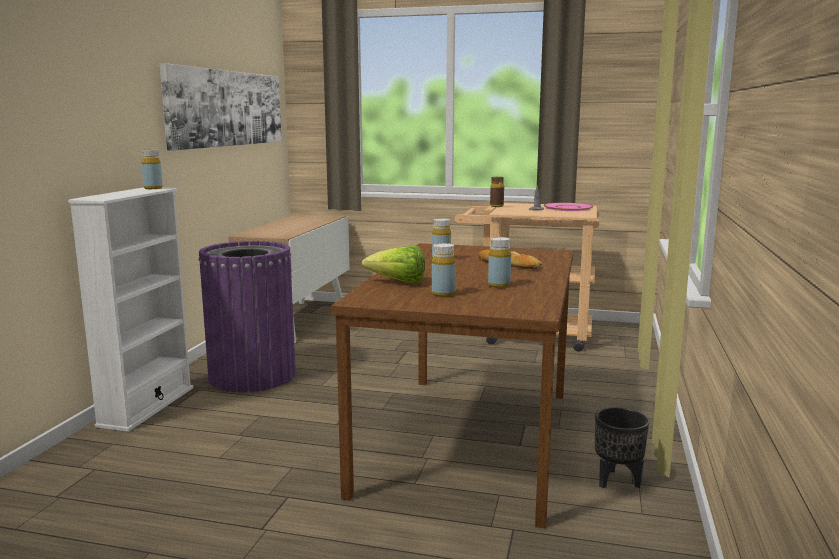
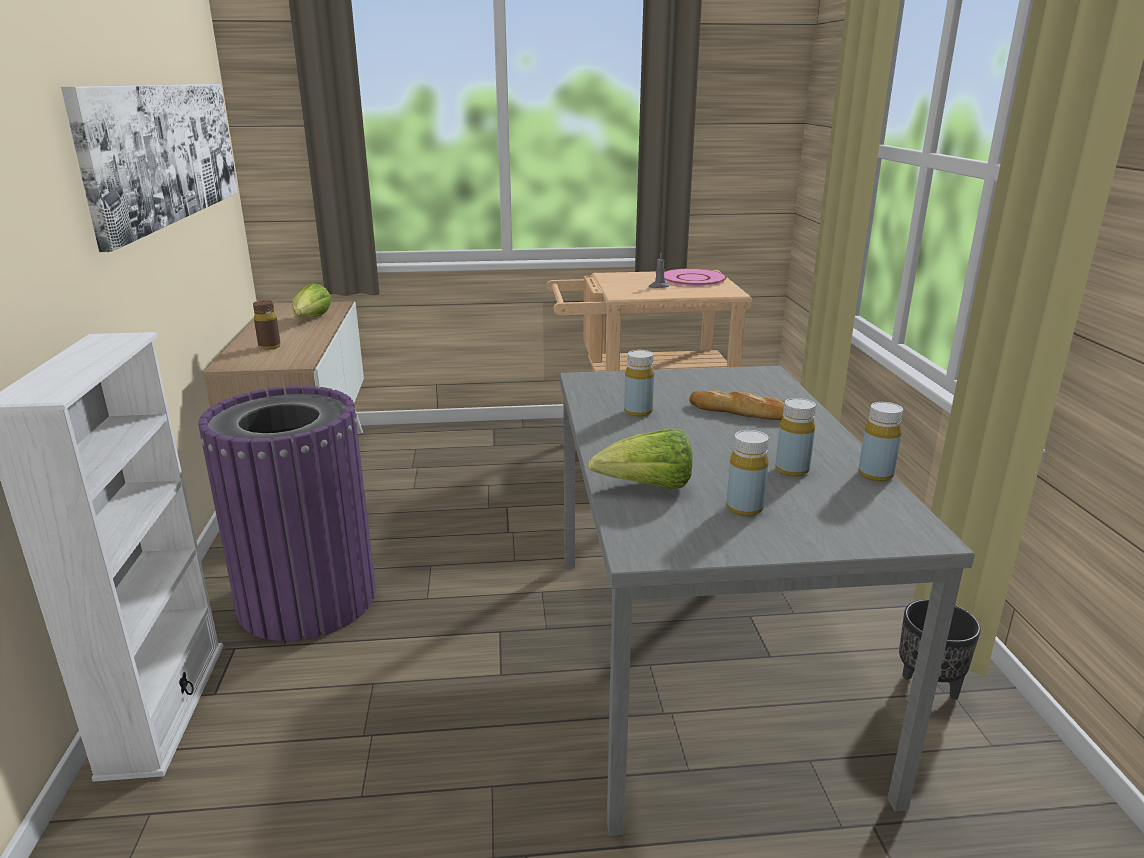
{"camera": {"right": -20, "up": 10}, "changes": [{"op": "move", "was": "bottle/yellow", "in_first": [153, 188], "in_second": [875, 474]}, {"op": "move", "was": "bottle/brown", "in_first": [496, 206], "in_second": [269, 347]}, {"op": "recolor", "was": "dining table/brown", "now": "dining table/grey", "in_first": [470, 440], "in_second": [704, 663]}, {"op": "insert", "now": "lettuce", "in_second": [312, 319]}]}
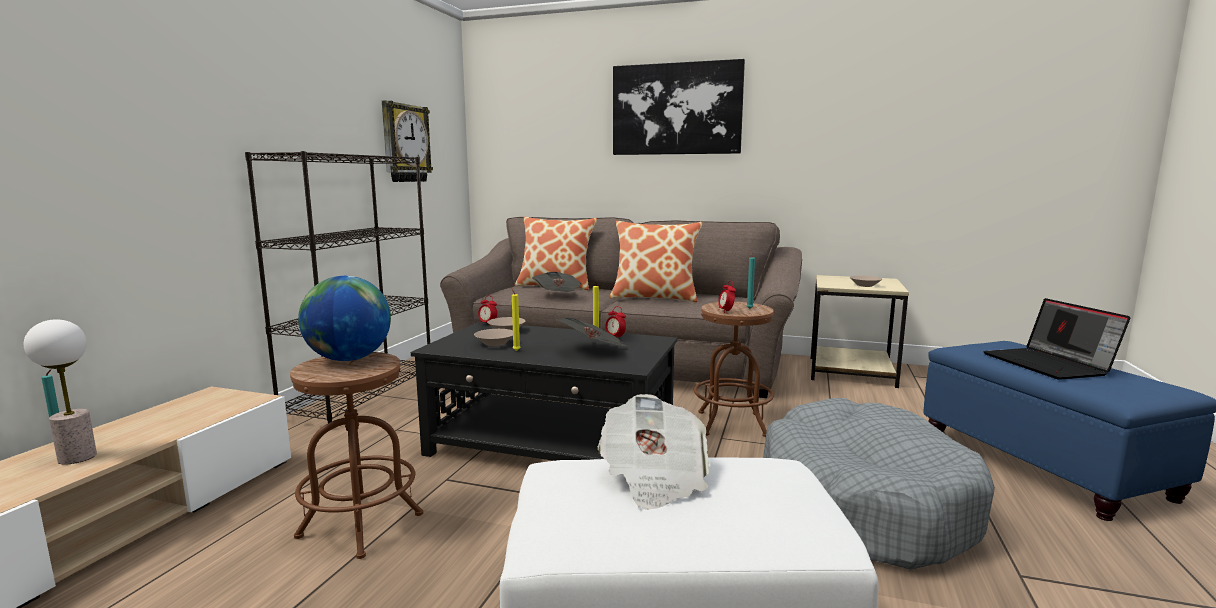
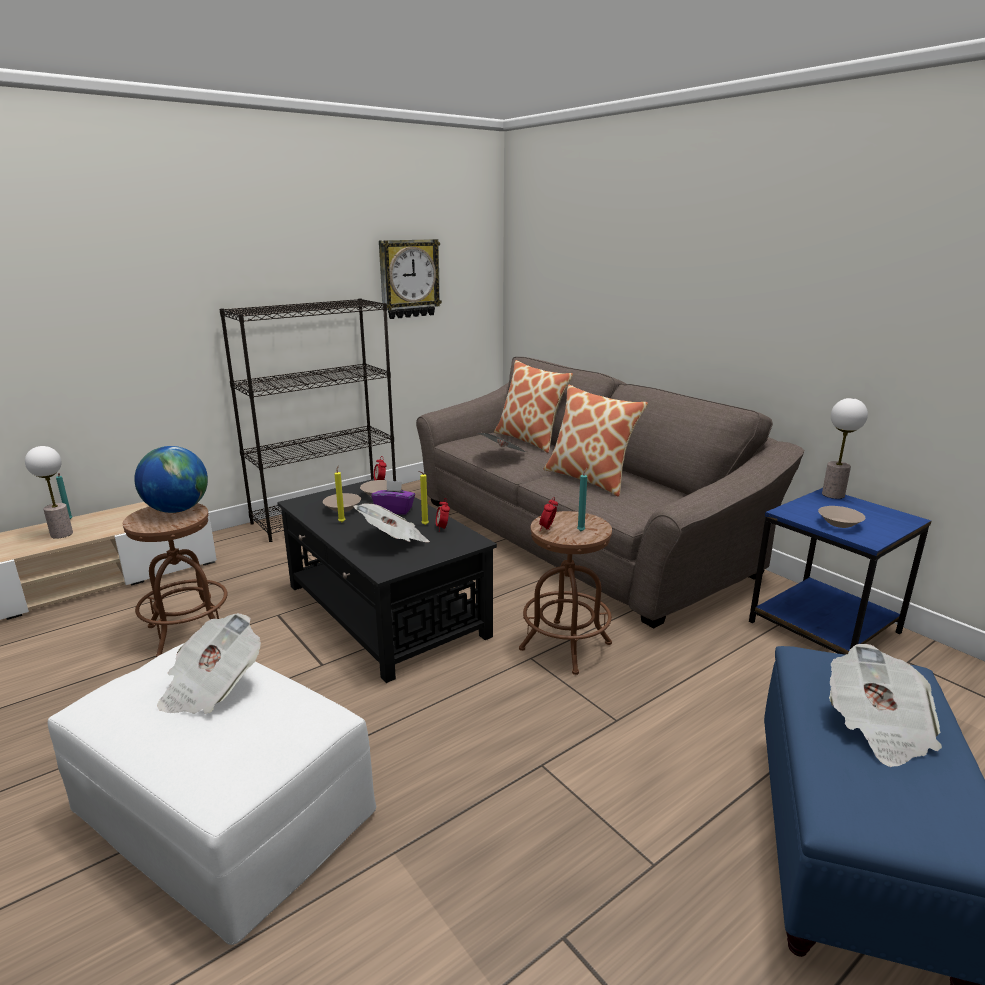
{"camera": {"right": 35, "up": 10}, "changes": [{"op": "delete", "was": "picture", "in_first": [676, 109]}, {"op": "recolor", "was": "side table/beige", "now": "side table/blue", "in_first": [852, 371], "in_second": [826, 627]}, {"op": "replace", "was": "laptop", "now": "newspaper", "in_first": [1050, 365], "in_second": [878, 728]}, {"op": "delete", "was": "dog bed/grey", "in_first": [863, 502]}, {"op": "insert", "now": "table lamp", "in_second": [833, 495]}, {"op": "insert", "now": "tissue box/purple", "in_second": [394, 510]}]}
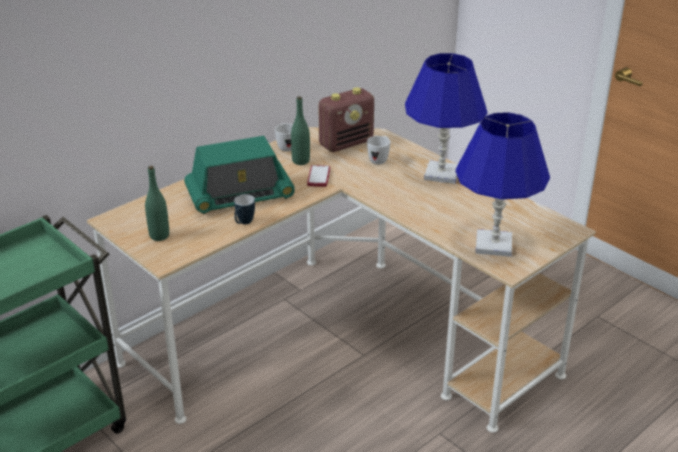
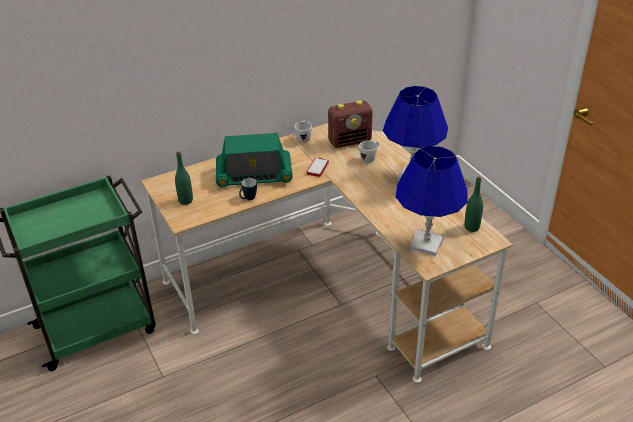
{"camera": {"right": 15, "up": 5}, "changes": [{"op": "move", "was": "bottle/green", "in_first": [301, 161], "in_second": [471, 227]}]}
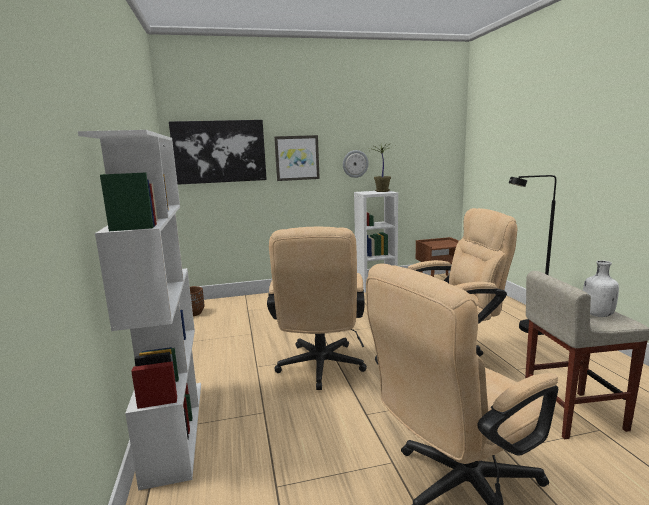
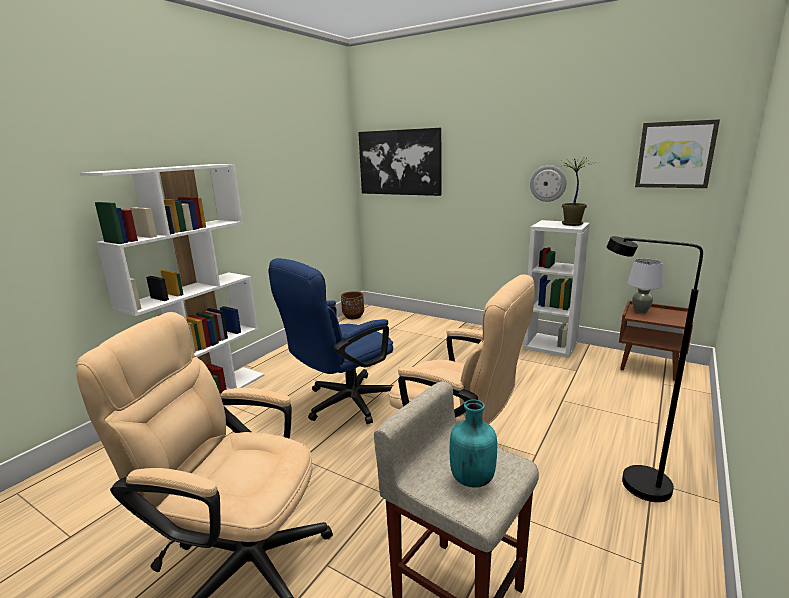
{"camera": {"right": 45, "up": 5}, "changes": [{"op": "move", "was": "picture", "in_first": [297, 158], "in_second": [675, 155]}, {"op": "recolor", "was": "office chair/beige", "now": "office chair/blue", "in_first": [320, 369], "in_second": [343, 404]}, {"op": "recolor", "was": "bottle/white", "now": "bottle/turquoise", "in_first": [596, 315], "in_second": [472, 478]}, {"op": "insert", "now": "table lamp/grey", "in_second": [640, 311]}]}
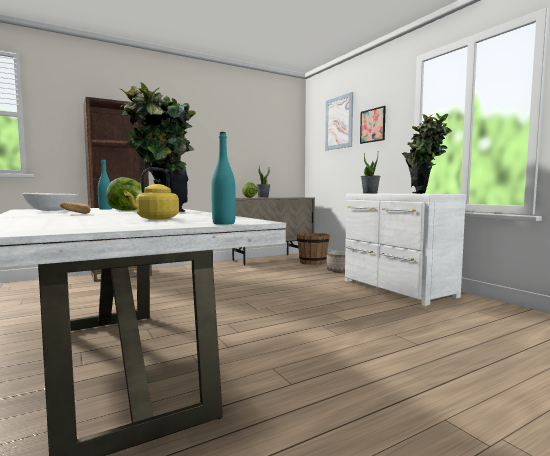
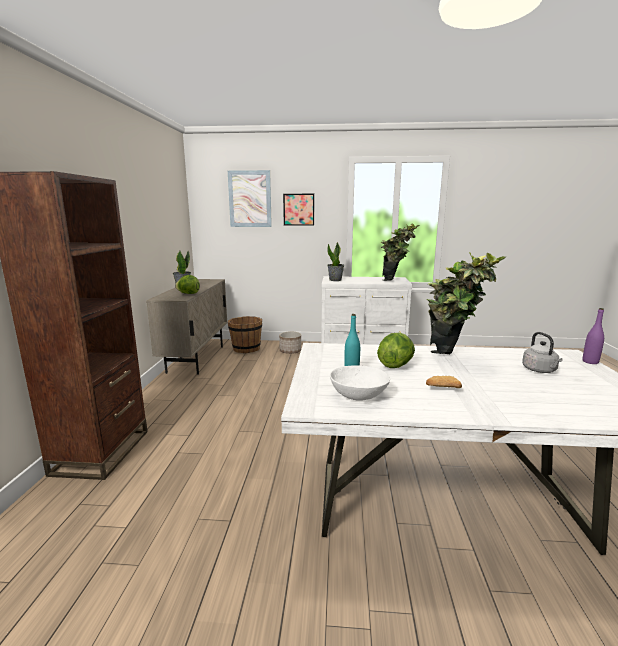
{"camera": {"right": -55, "up": 10}, "changes": [{"op": "recolor", "was": "bottle/turquoise", "now": "bottle/purple", "in_first": [223, 223], "in_second": [590, 362]}, {"op": "recolor", "was": "kettle/yellow", "now": "kettle/grey", "in_first": [155, 219], "in_second": [540, 370]}]}
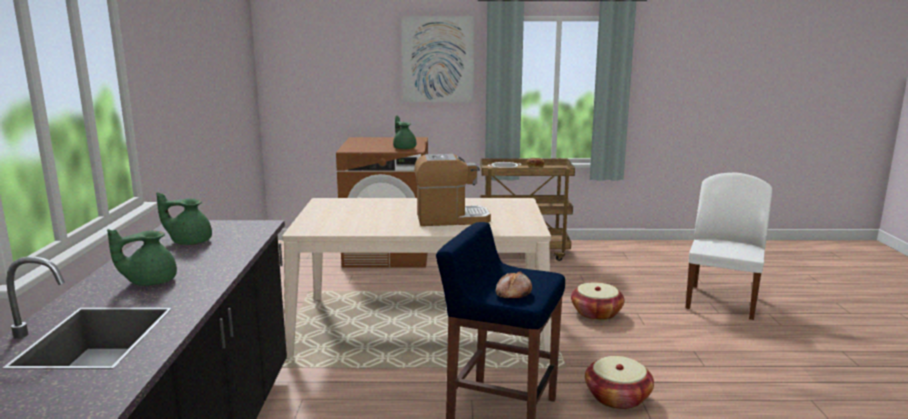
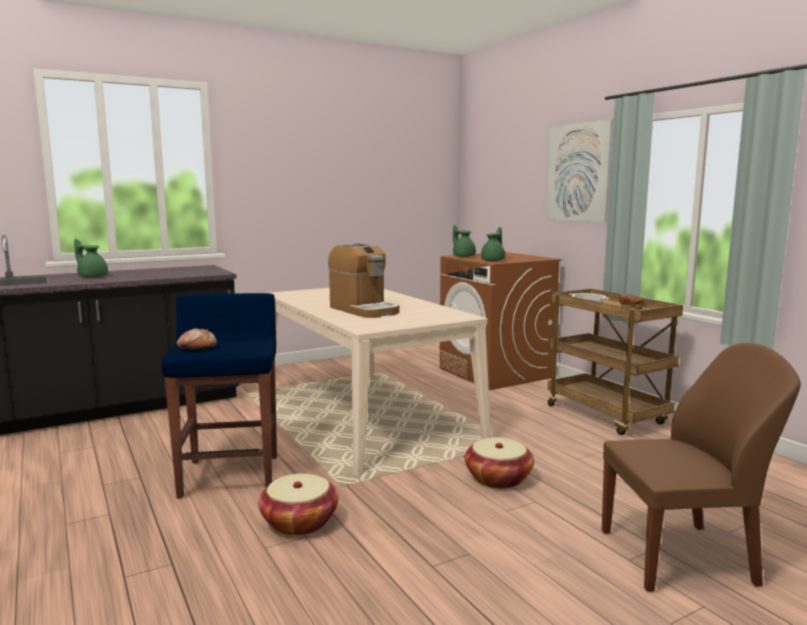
{"camera": {"right": 60, "up": -5}, "changes": [{"op": "recolor", "was": "chair/white", "now": "chair/brown", "in_first": [722, 301], "in_second": [680, 557]}, {"op": "move", "was": "teapot/green", "in_first": [190, 241], "in_second": [463, 256]}]}
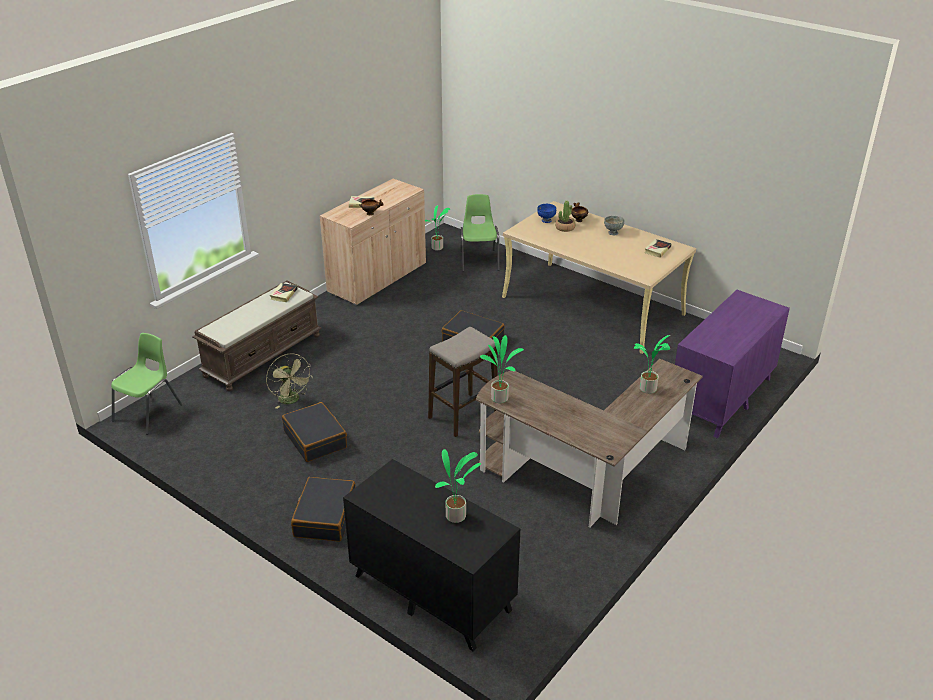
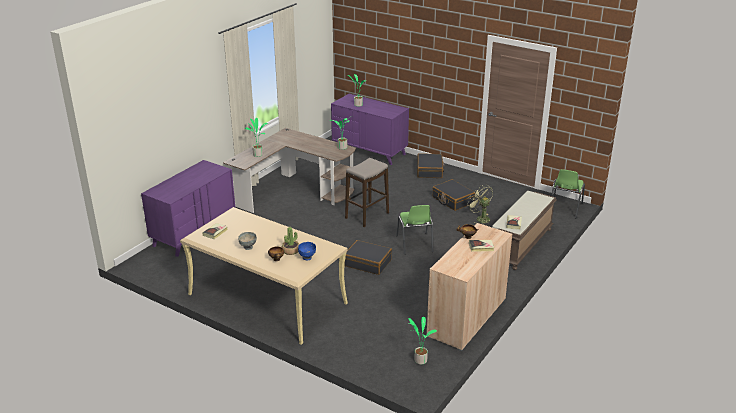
{"camera": {"right": 175, "up": -5}, "changes": [{"op": "move", "was": "chair/green", "in_first": [479, 260], "in_second": [414, 244]}, {"op": "recolor", "was": "dresser/black", "now": "dresser/purple", "in_first": [431, 592], "in_second": [369, 151]}]}
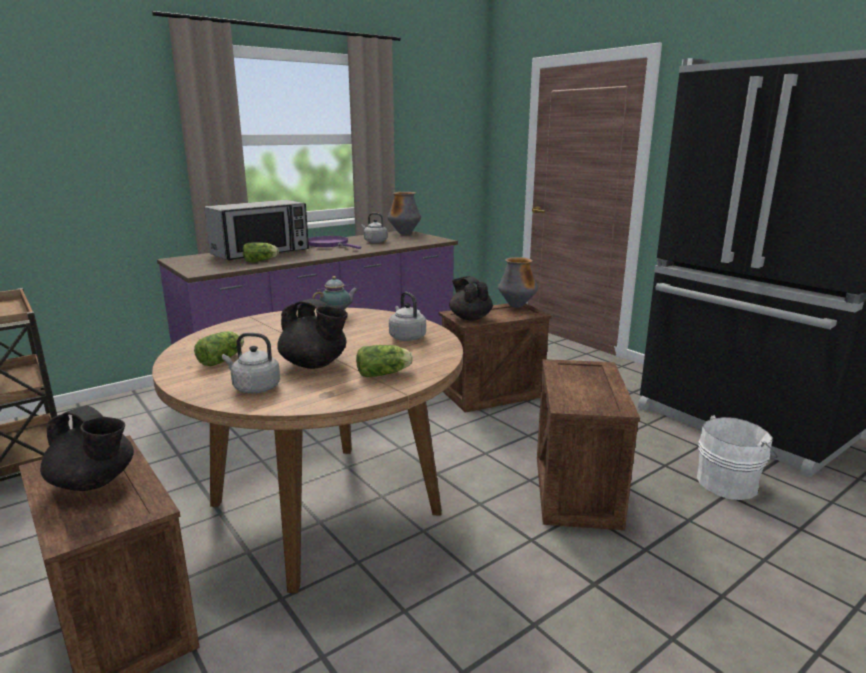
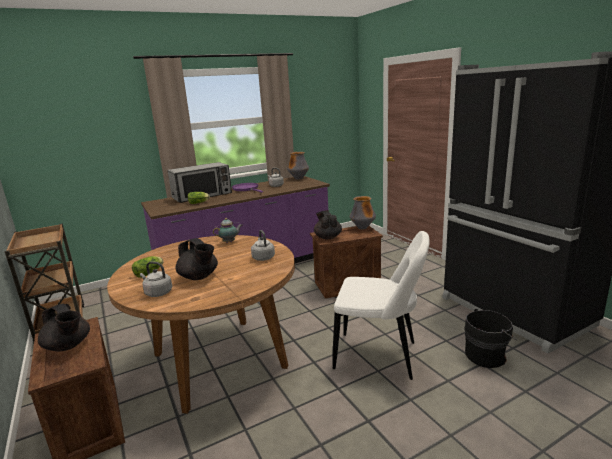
{"camera": {"right": 10, "up": 0}, "changes": [{"op": "delete", "was": "lettuce", "in_first": [385, 374]}, {"op": "replace", "was": "crate", "now": "chair/white", "in_first": [578, 491], "in_second": [380, 356]}, {"op": "recolor", "was": "bucket/white", "now": "bucket/black", "in_first": [729, 483], "in_second": [487, 355]}]}
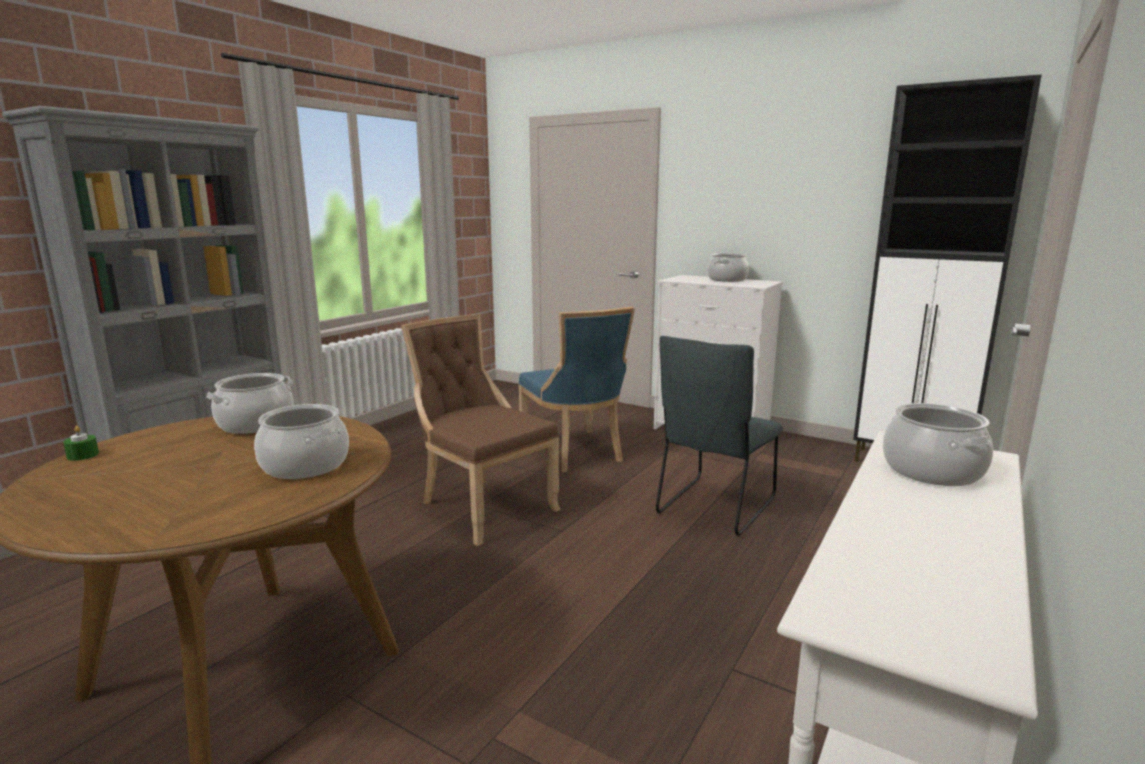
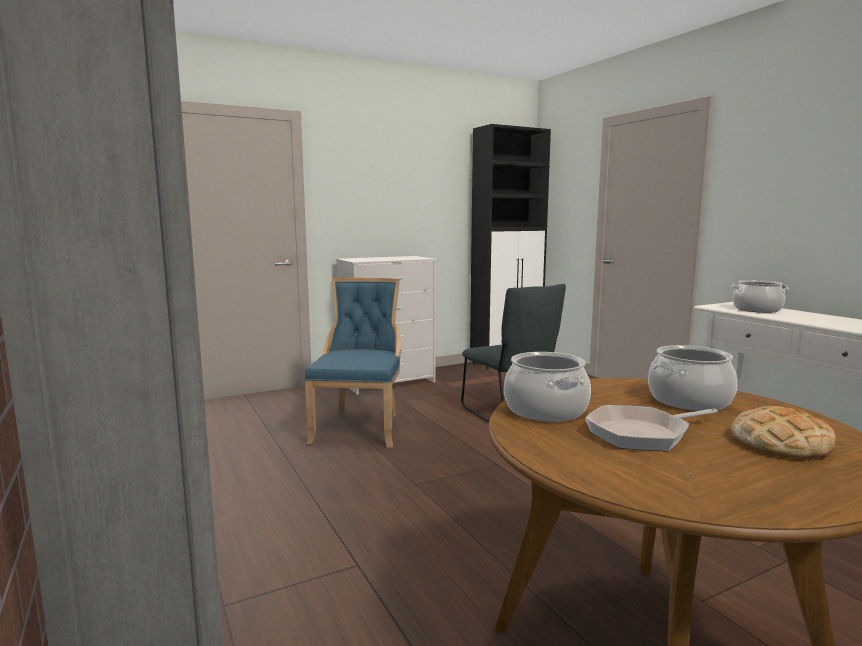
{"camera": {"right": -60, "up": -5}, "changes": [{"op": "delete", "was": "cooking pot", "in_first": [727, 279]}, {"op": "rotate", "was": "chair/blue", "in_first": [575, 453], "in_second": [360, 427], "clockwise": -90}, {"op": "delete", "was": "chair/brown", "in_first": [482, 506]}, {"op": "delete", "was": "candle/green", "in_first": [83, 455]}, {"op": "insert", "now": "frying pan", "in_second": [642, 434]}, {"op": "insert", "now": "bread", "in_second": [780, 443]}]}
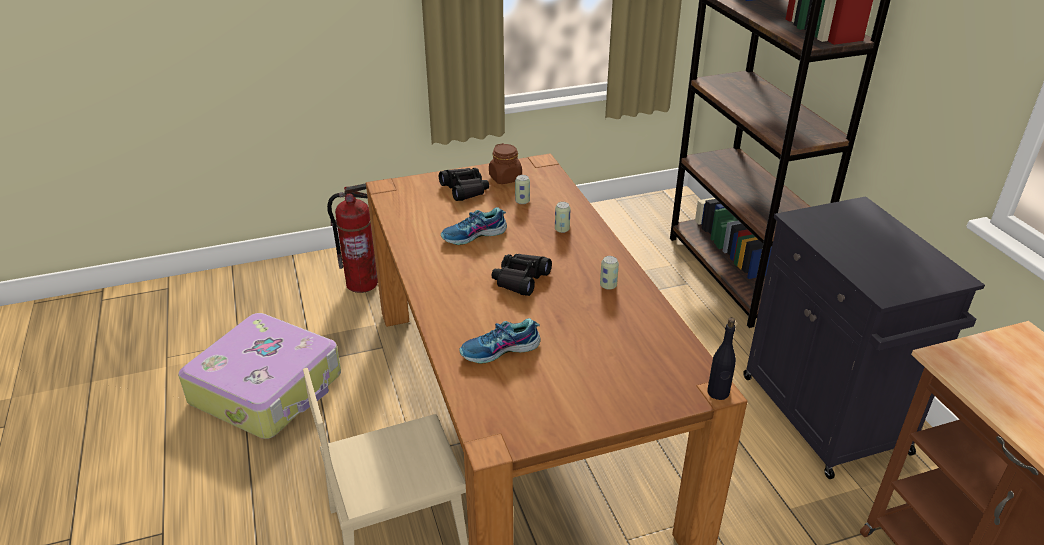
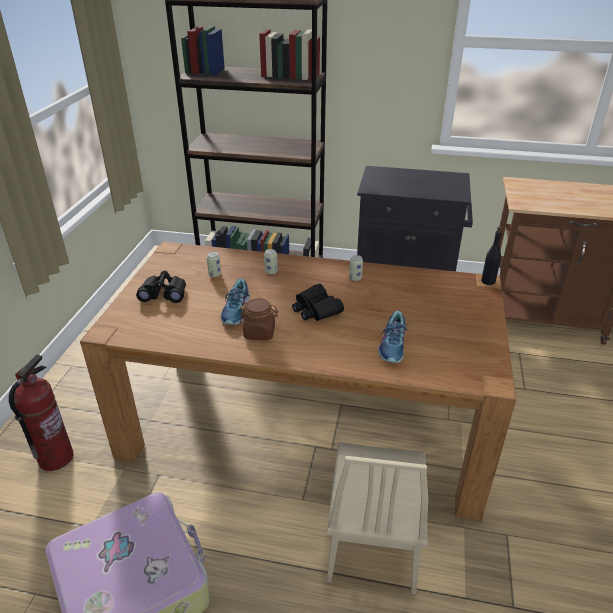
{"camera": {"right": -60, "up": 0}, "changes": [{"op": "move", "was": "jar/brown", "in_first": [505, 178], "in_second": [259, 332]}]}
